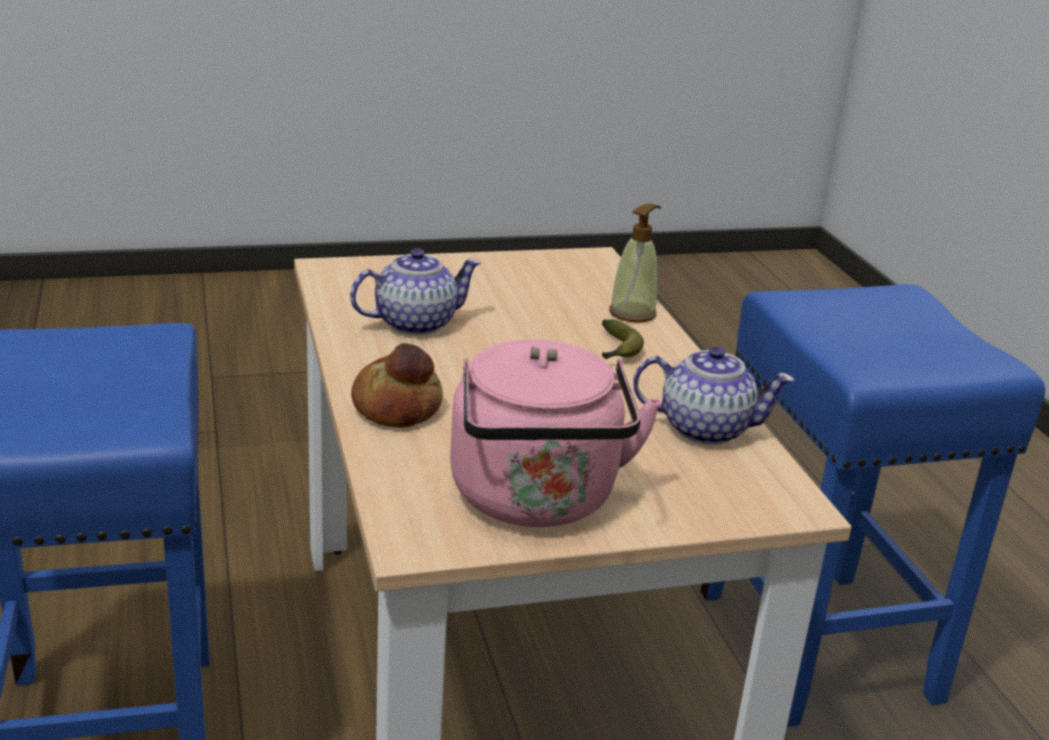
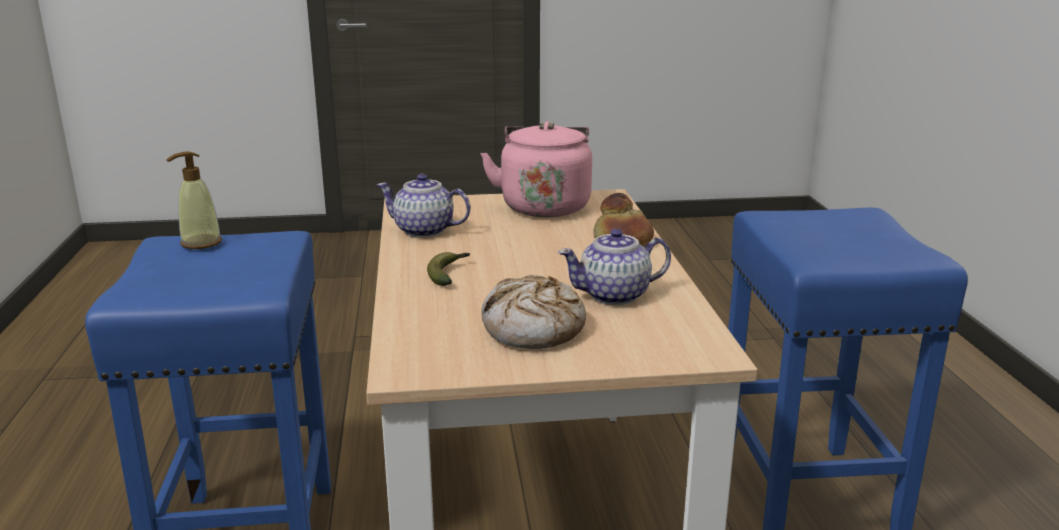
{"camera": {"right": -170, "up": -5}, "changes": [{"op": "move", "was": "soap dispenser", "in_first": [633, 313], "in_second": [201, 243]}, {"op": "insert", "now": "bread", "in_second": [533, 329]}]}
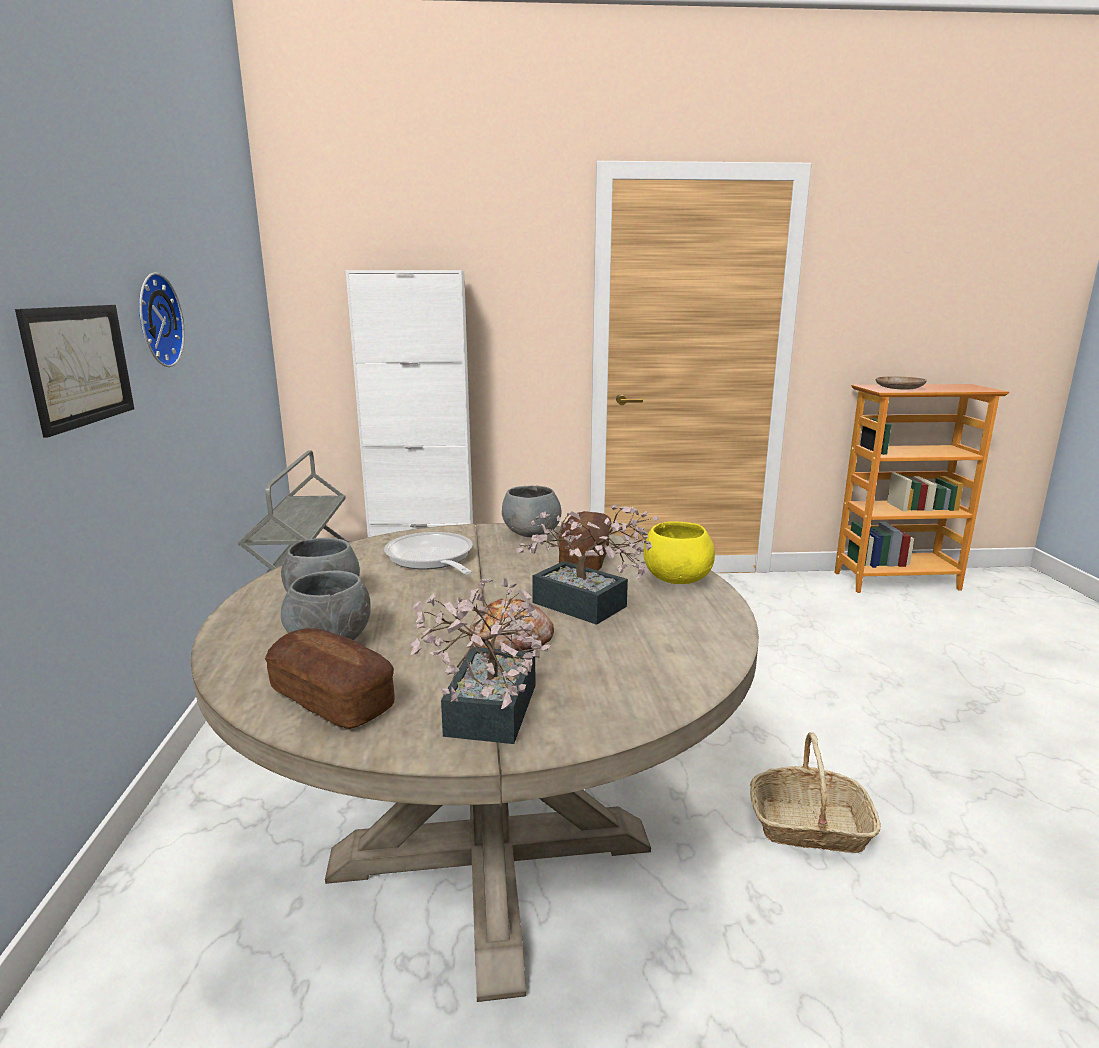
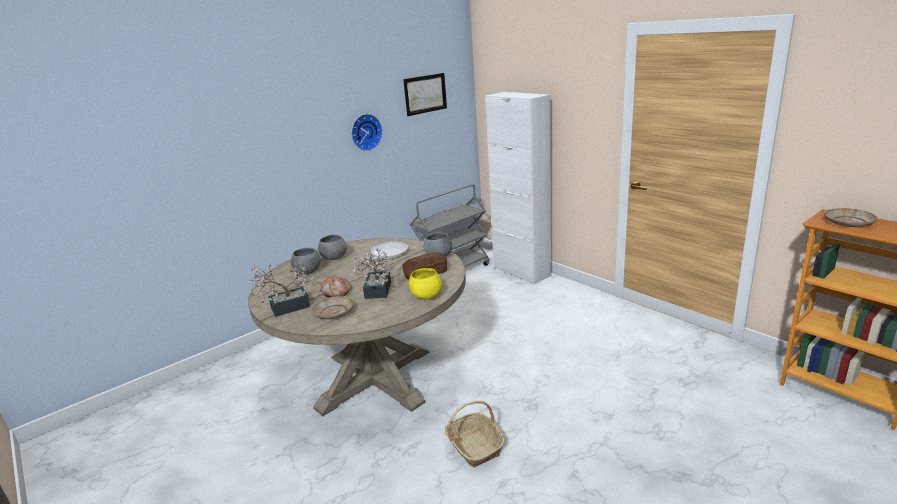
{"camera": {"right": 55, "up": 5}, "changes": [{"op": "move", "was": "picture", "in_first": [79, 365], "in_second": [425, 94]}, {"op": "delete", "was": "bread", "in_first": [331, 699]}, {"op": "insert", "now": "plate/beige", "in_second": [333, 313]}]}
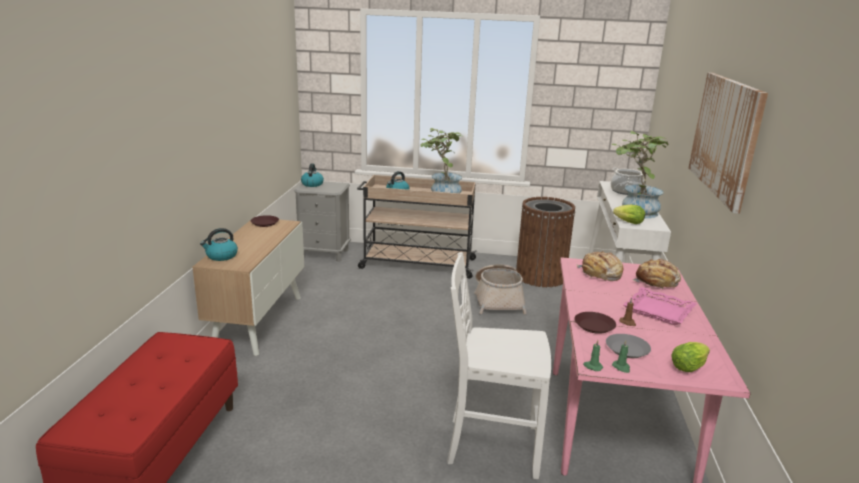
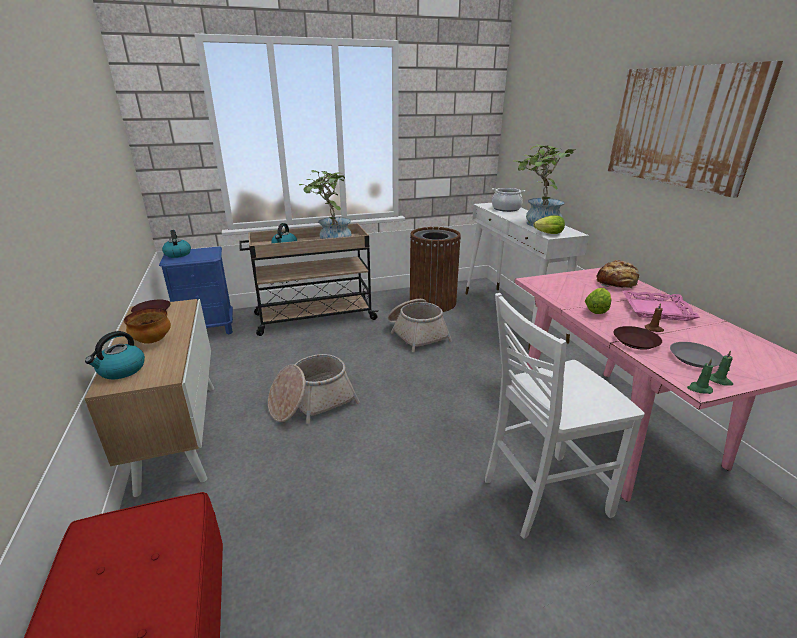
{"camera": {"right": -25, "up": 5}, "changes": [{"op": "recolor", "was": "nightstand/grey", "now": "nightstand/blue", "in_first": [324, 253], "in_second": [208, 329]}, {"op": "delete", "was": "bread", "in_first": [600, 274]}, {"op": "move", "was": "lettuce", "in_first": [690, 367], "in_second": [597, 309]}, {"op": "insert", "now": "bowl", "in_second": [153, 341]}, {"op": "insert", "now": "basket", "in_second": [311, 402]}]}
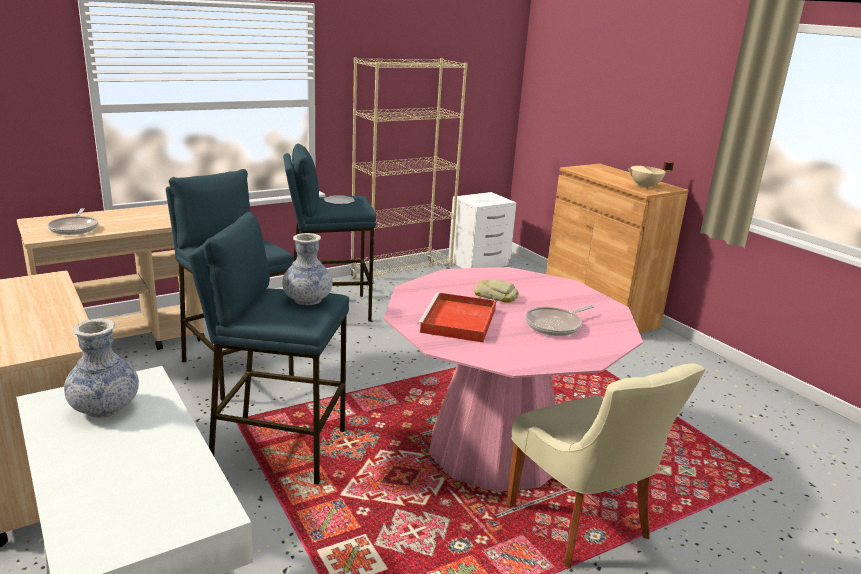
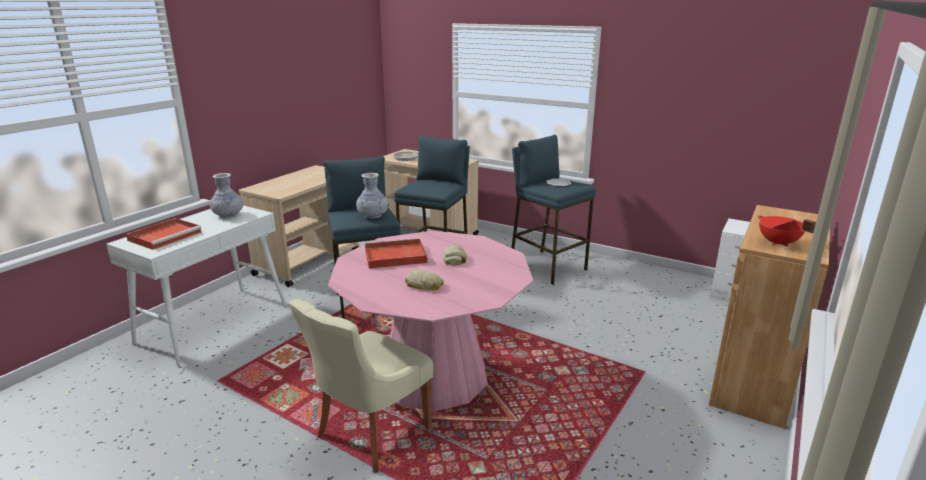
{"camera": {"right": 65, "up": 0}, "changes": [{"op": "delete", "was": "bookcase/beige", "in_first": [401, 276]}, {"op": "recolor", "was": "cooking pot/beige", "now": "cooking pot/red", "in_first": [645, 186], "in_second": [778, 243]}, {"op": "replace", "was": "frying pan", "now": "bread", "in_first": [555, 325], "in_second": [424, 285]}, {"op": "insert", "now": "tray/red", "in_second": [166, 236]}]}
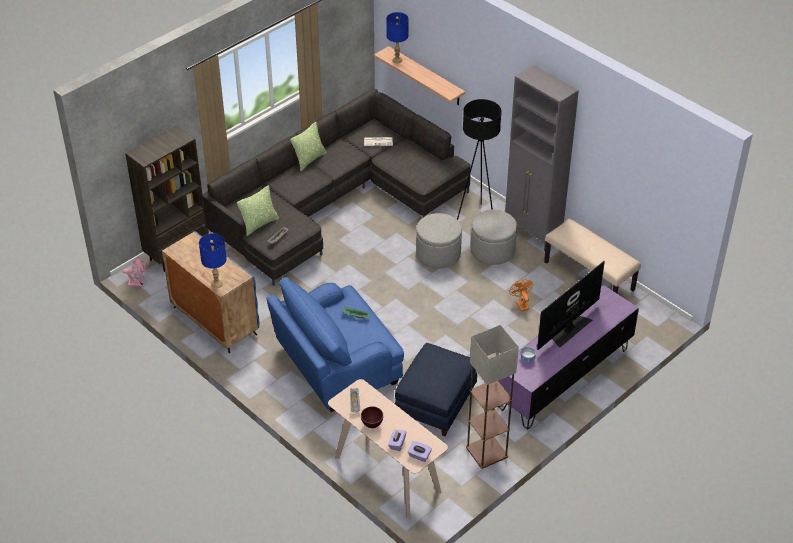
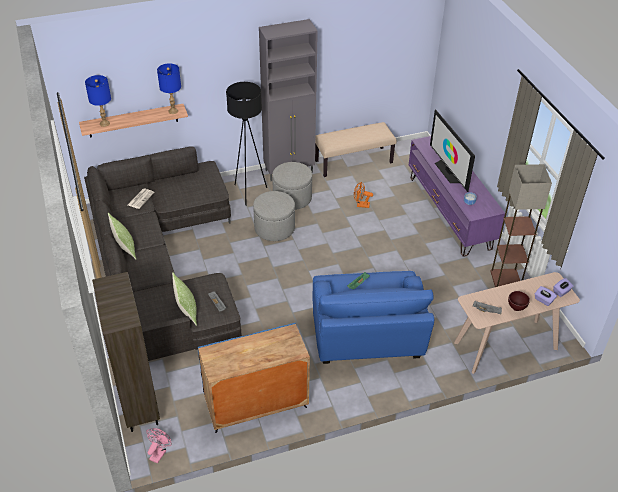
{"camera": {"right": -65, "up": 0}, "changes": [{"op": "move", "was": "table lamp/blue", "in_first": [217, 284], "in_second": [173, 111]}, {"op": "delete", "was": "ottoman/blue", "in_first": [435, 404]}]}
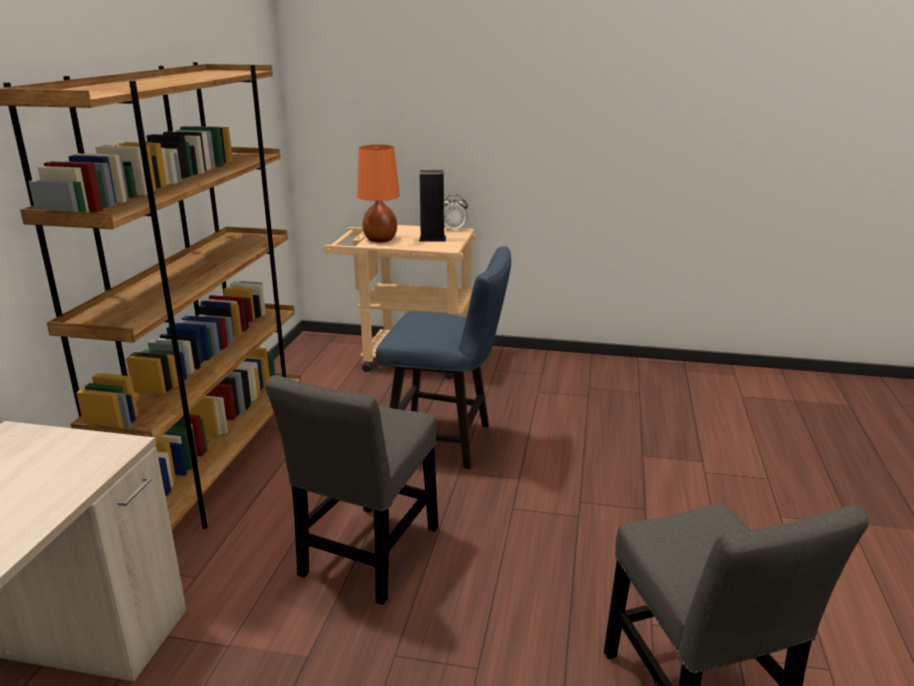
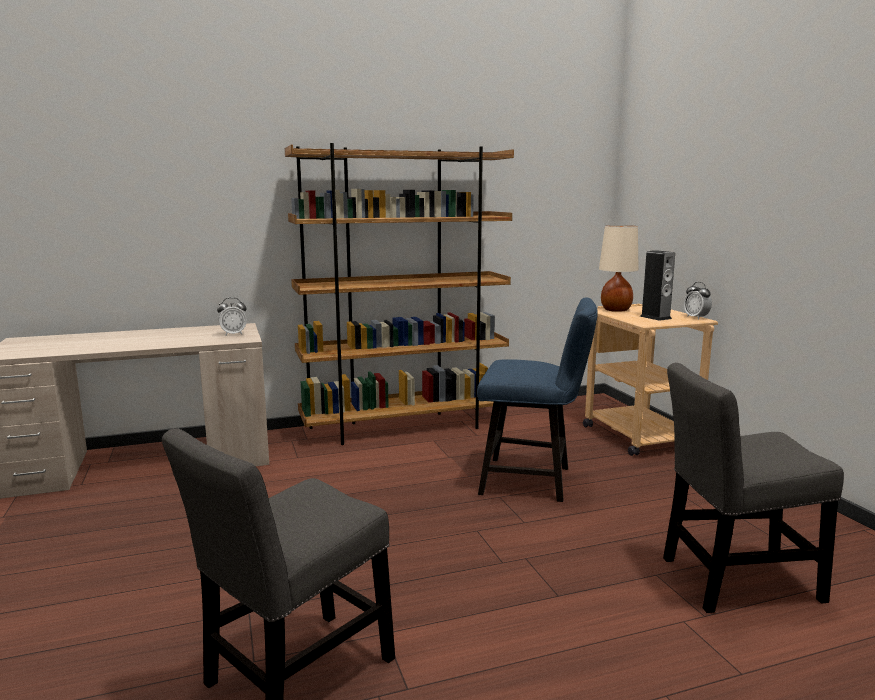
{"camera": {"right": 60, "up": -10}, "changes": [{"op": "recolor", "was": "table lamp/orange", "now": "table lamp/beige", "in_first": [380, 239], "in_second": [616, 310]}, {"op": "rotate", "was": "chair/blue", "in_first": [447, 442], "in_second": [533, 481], "clockwise": -60}, {"op": "move", "was": "chair/grey", "in_first": [367, 556], "in_second": [733, 581]}, {"op": "insert", "now": "alarm clock", "in_second": [233, 334]}]}
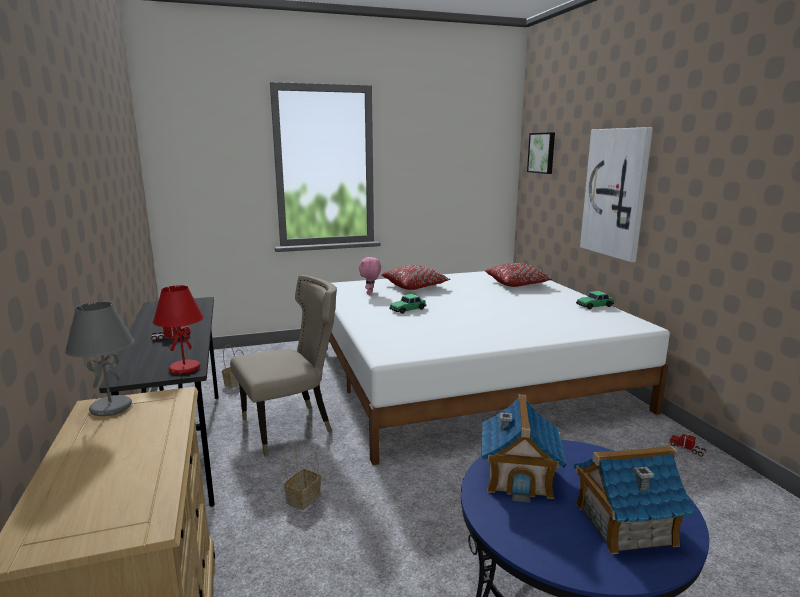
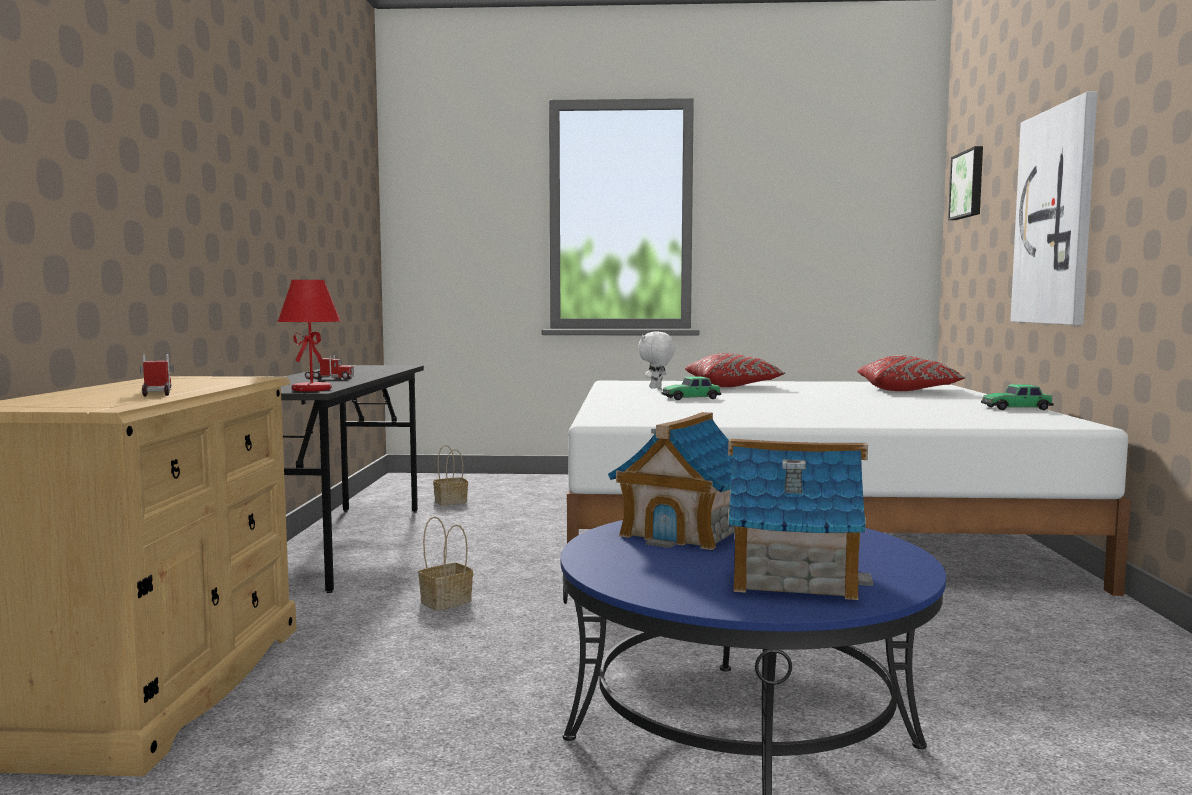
{"camera": {"right": 20, "up": -10}, "changes": [{"op": "recolor", "was": "plush toy/pink", "now": "plush toy/white", "in_first": [370, 293], "in_second": [656, 387]}, {"op": "delete", "was": "chair/beige", "in_first": [291, 427]}, {"op": "delete", "was": "table lamp/grey", "in_first": [111, 407]}, {"op": "move", "was": "toy truck", "in_first": [687, 449], "in_second": [157, 393]}]}
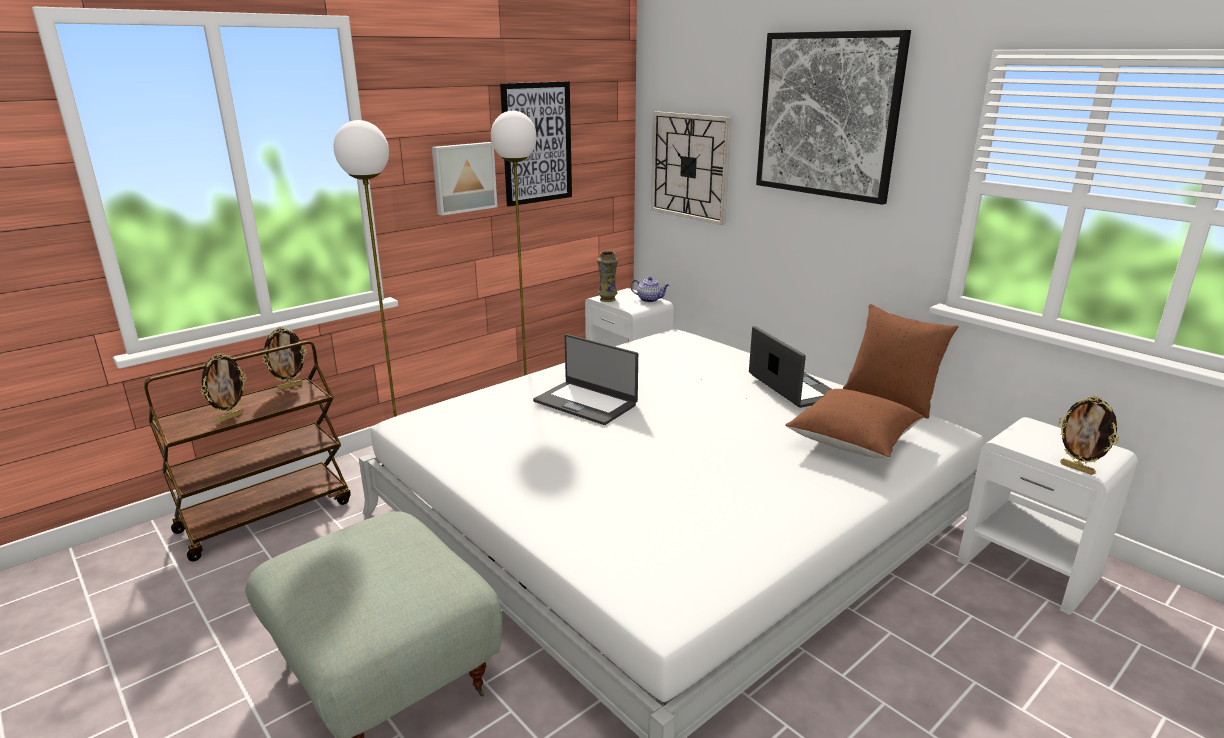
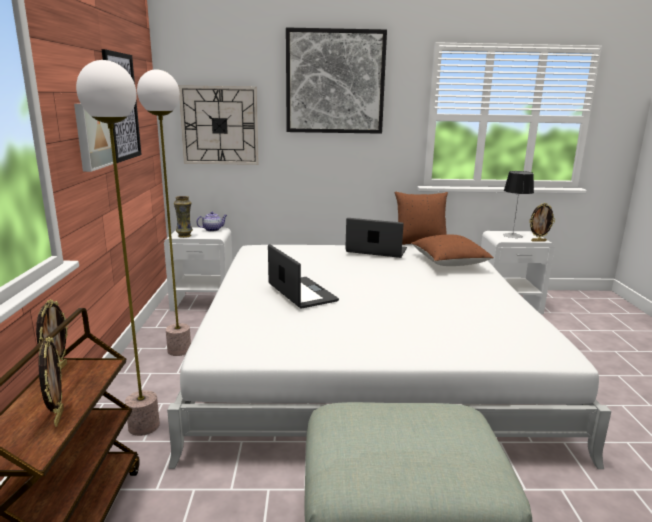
{"camera": {"right": -50, "up": -5}, "changes": [{"op": "rotate", "was": "laptop", "in_first": [586, 403], "in_second": [301, 293], "clockwise": -105}, {"op": "insert", "now": "table lamp", "in_second": [512, 235]}]}
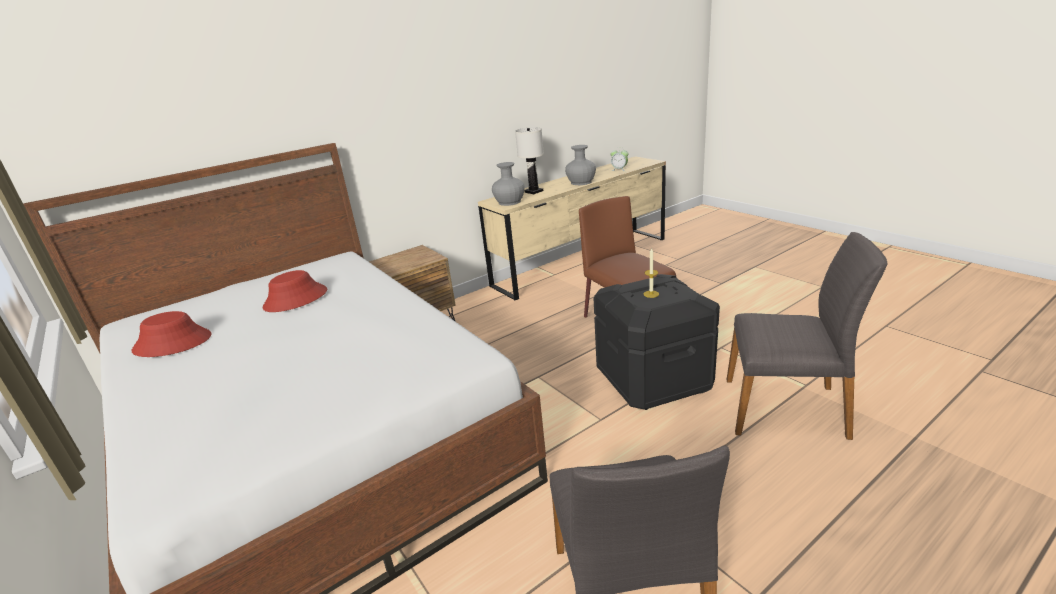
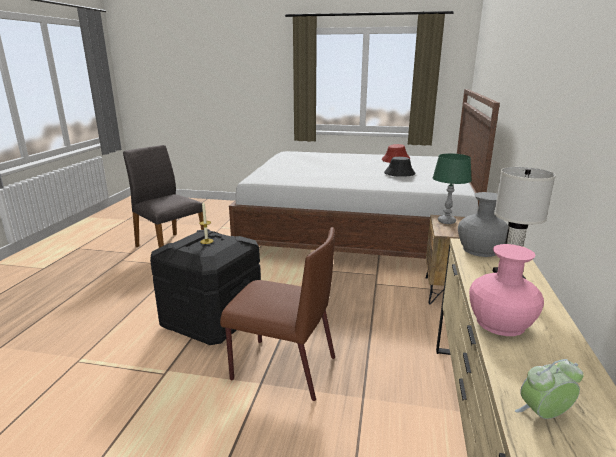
{"camera": {"right": 135, "up": -5}, "changes": [{"op": "recolor", "was": "vase/grey", "now": "vase/pink", "in_first": [581, 182], "in_second": [500, 322]}, {"op": "delete", "was": "chair/grey", "in_first": [786, 408]}, {"op": "recolor", "was": "hat/red", "now": "hat/black", "in_first": [296, 299], "in_second": [399, 173]}, {"op": "insert", "now": "table lamp/green", "in_second": [446, 221]}]}
